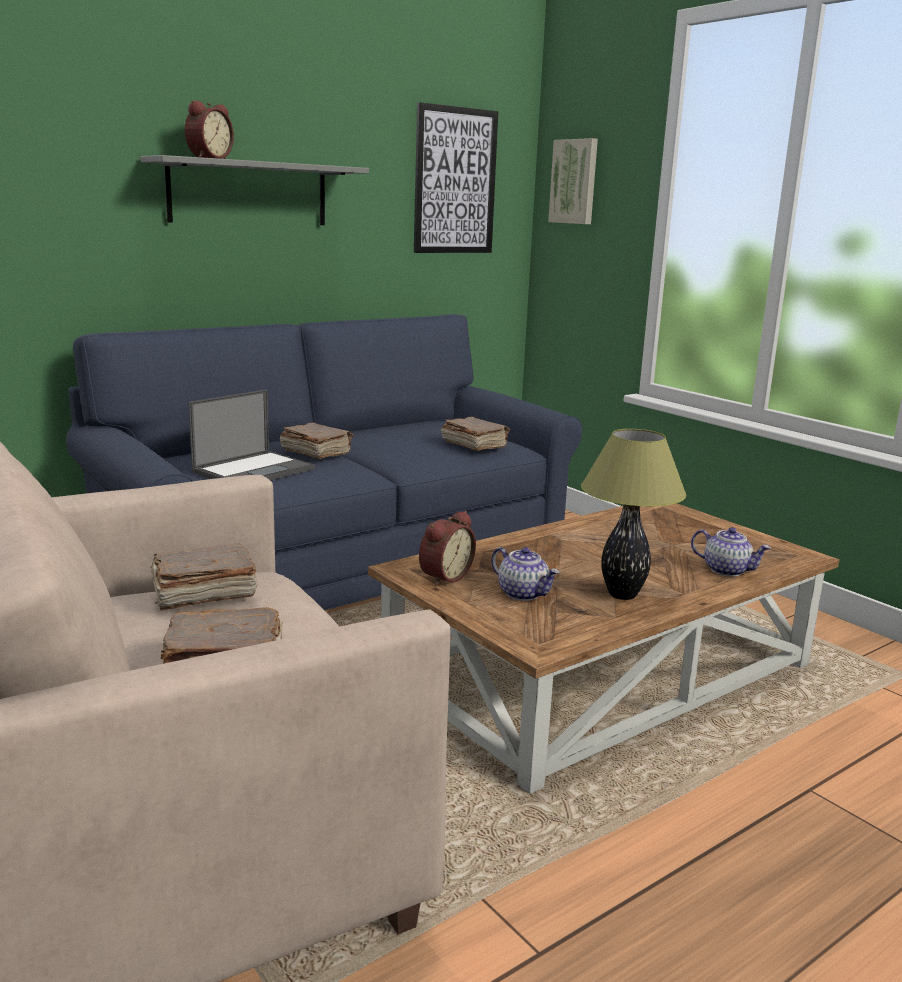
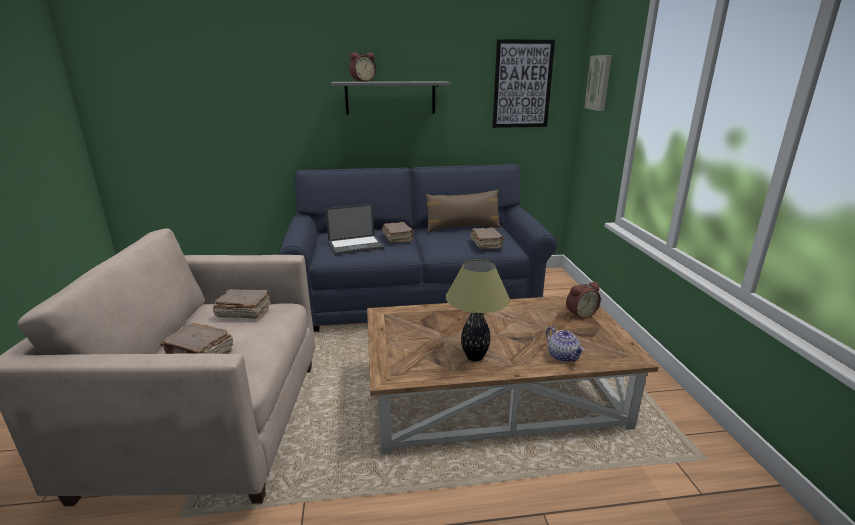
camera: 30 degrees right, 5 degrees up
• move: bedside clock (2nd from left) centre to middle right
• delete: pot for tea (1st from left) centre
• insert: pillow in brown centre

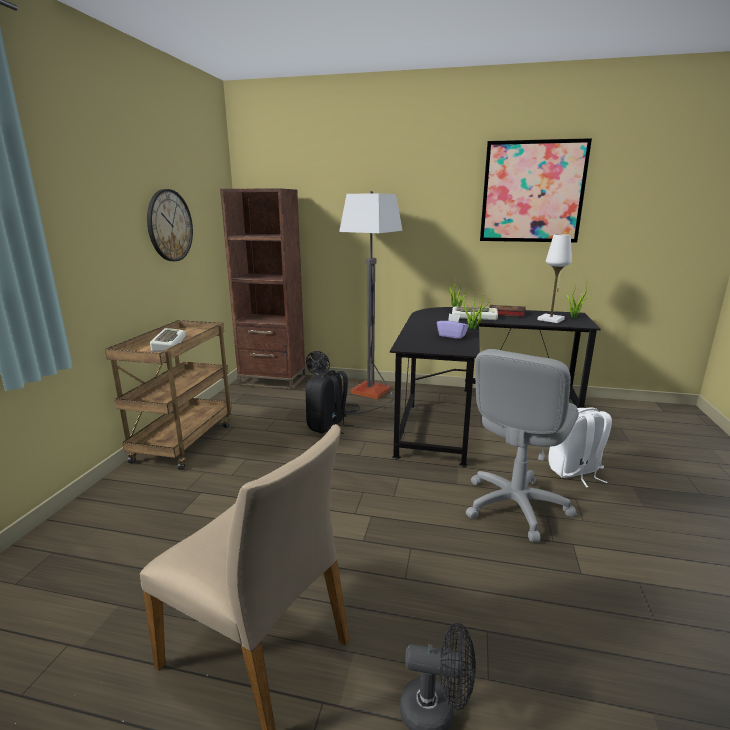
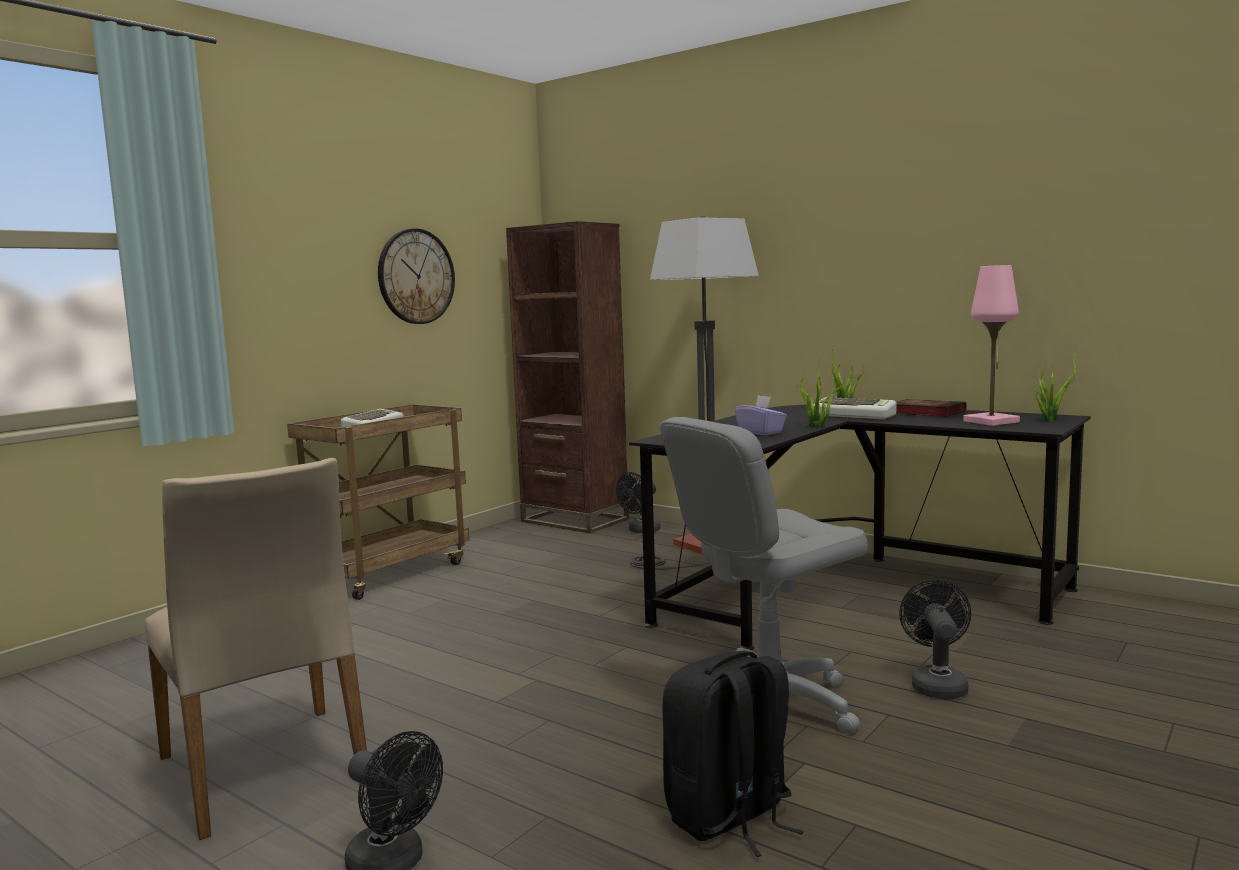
camera: 25 degrees right, 10 degrees down
• delete: wall picture top right
• recolor: tabletop lamp in white-coloured middle right to tabletop lamp in pinkish middle right
• move: backpack in blackish centre to bottom centre
• replace: backpack in white-coloured middle right to electric fan in blackish (3rd from left) bottom right

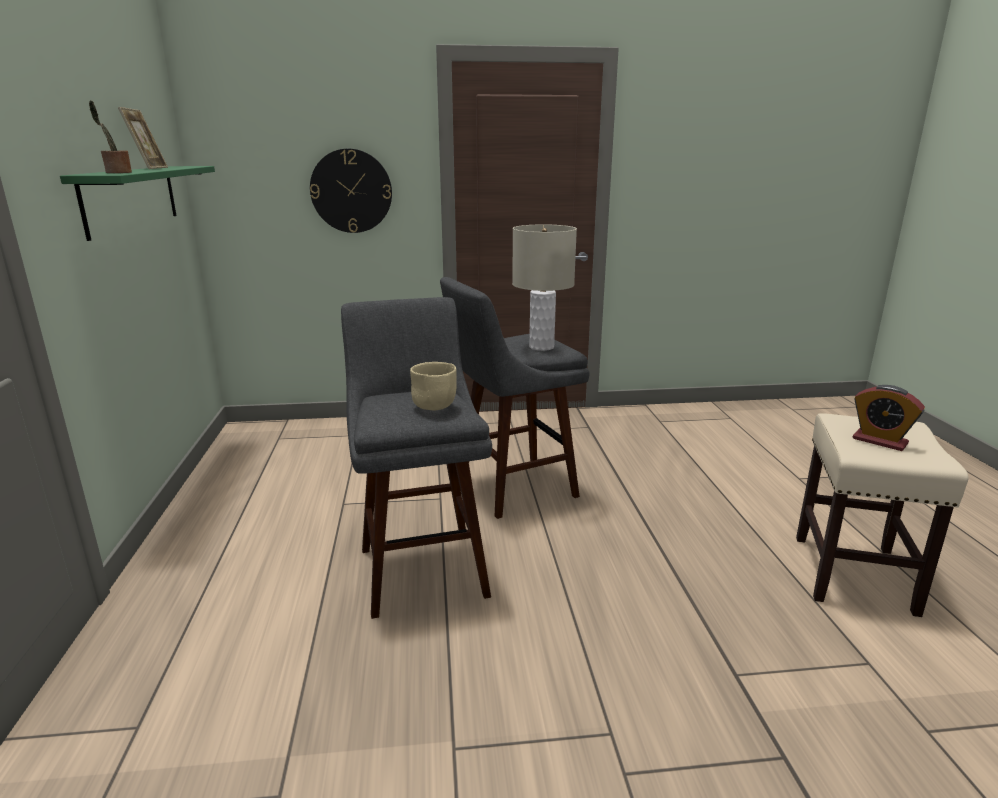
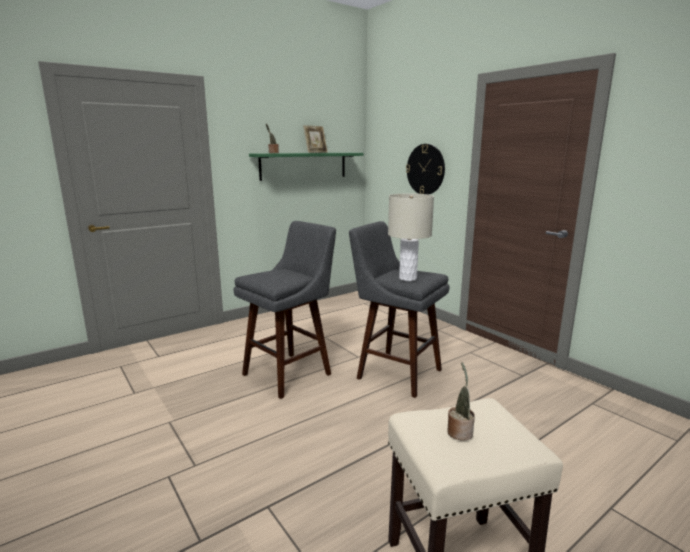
camera: 60 degrees right, 5 degrees down
• delete: deep dish in beige centre
• replace: bedside clock middle right to houseplant (2nd from left) bottom right

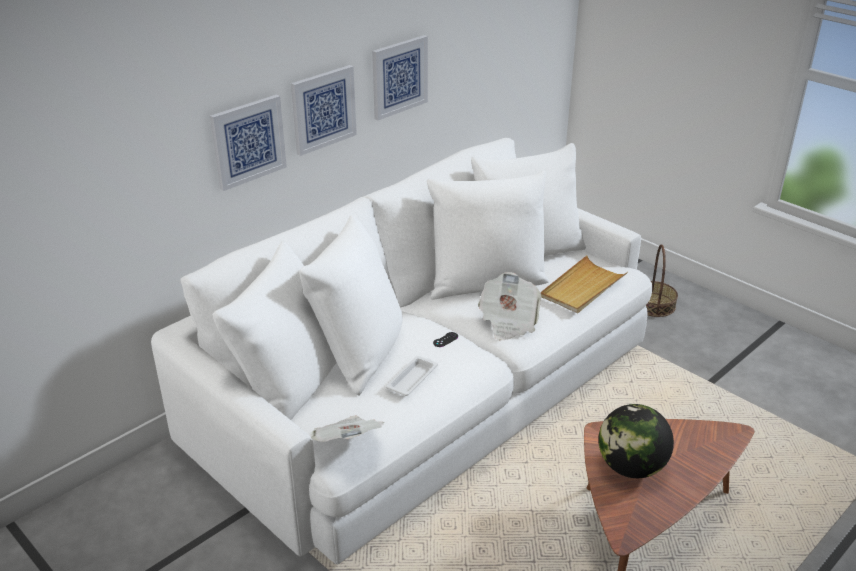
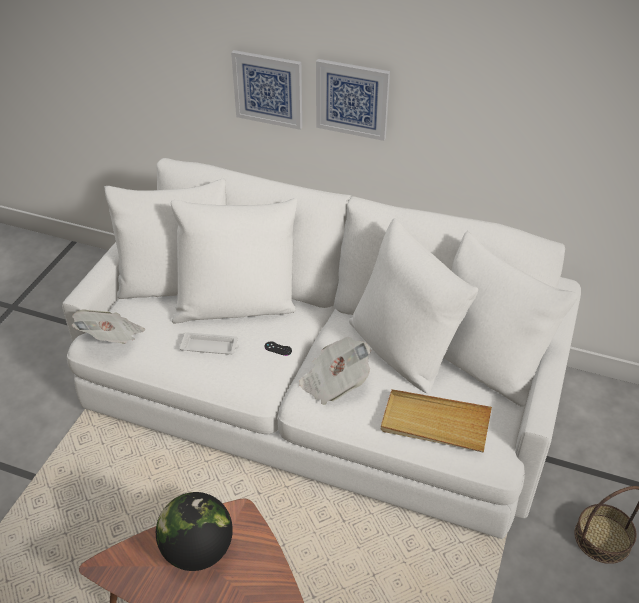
camera: 65 degrees right, 10 degrees up
• delete: wall picture (3rd from left) top centre

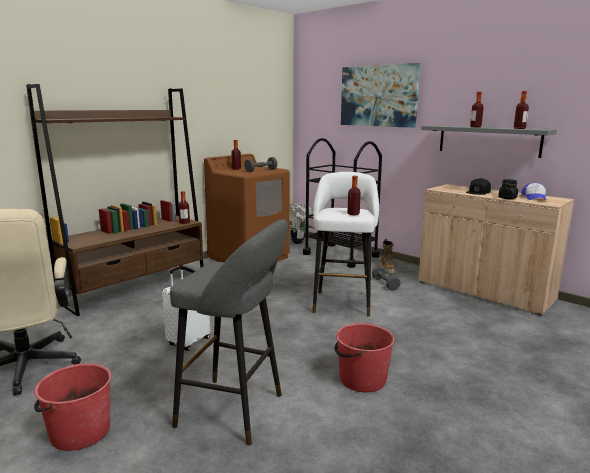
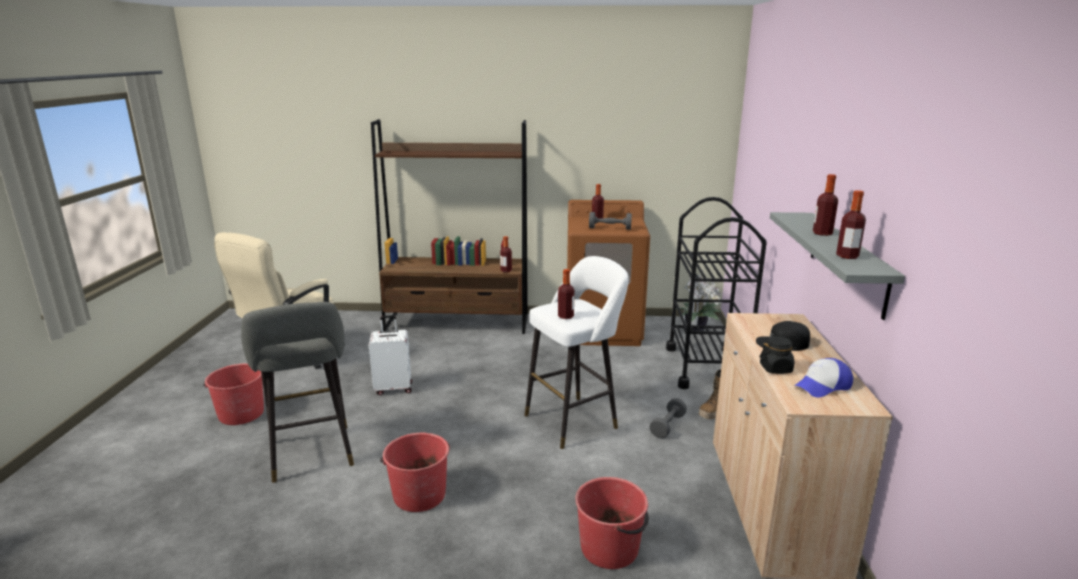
camera: 50 degrees right, 5 degrees up
• delete: wall picture top centre
• insert: pail in red-coloured (3rd from left) bottom centre

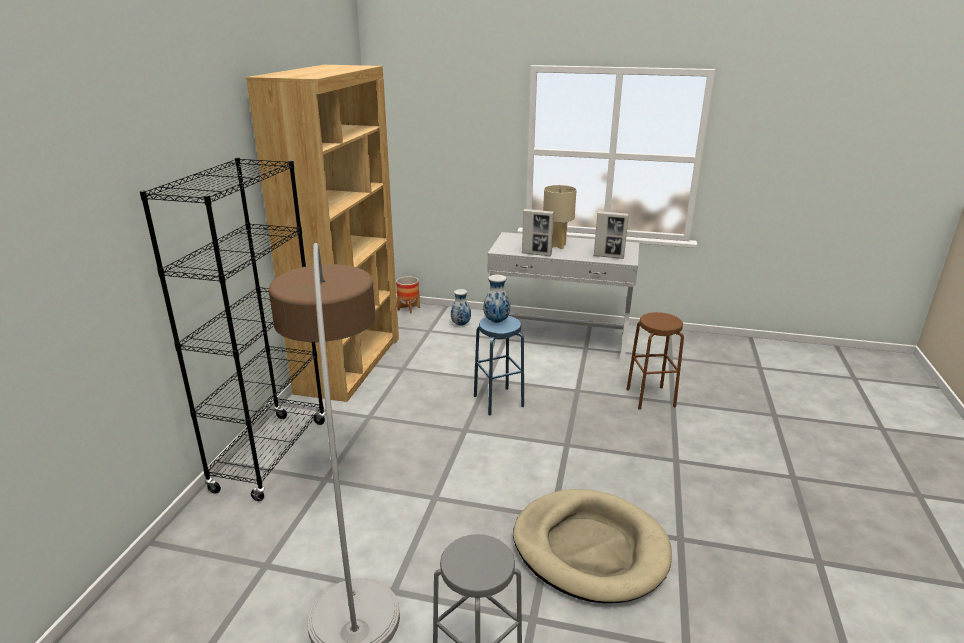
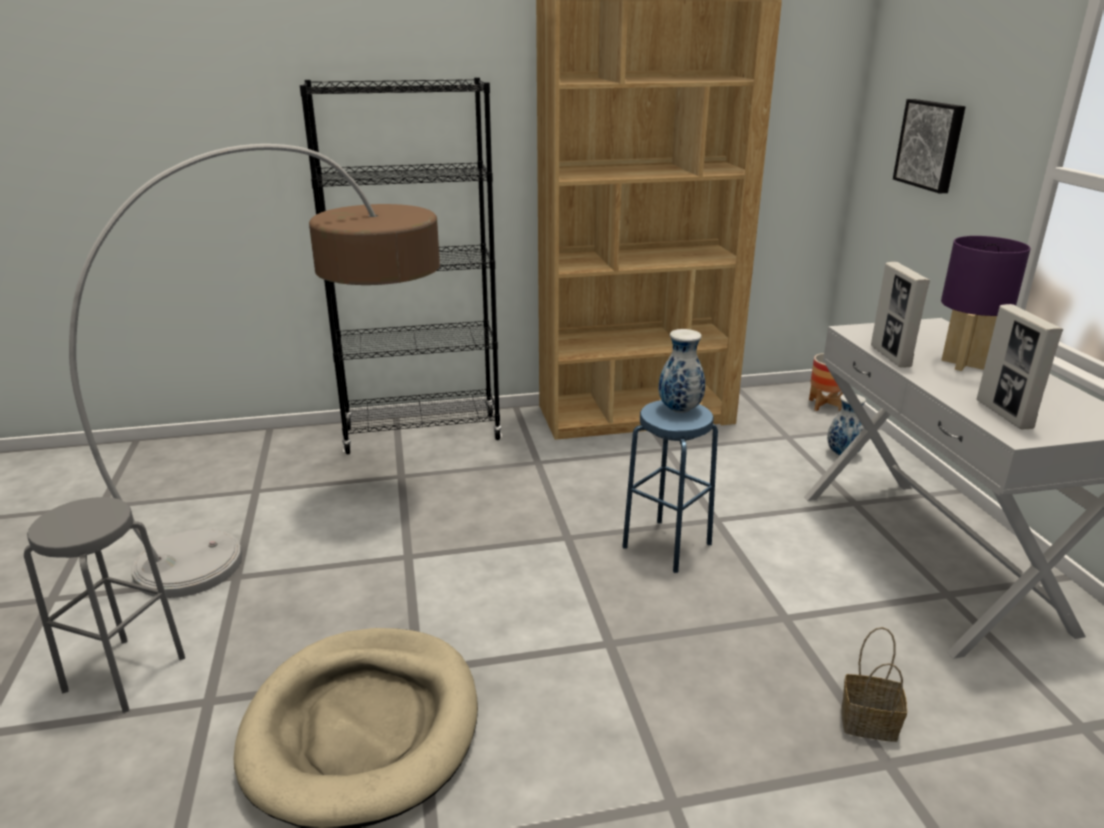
camera: 65 degrees right, 0 degrees up
• recolor: tabletop lamp in beige centre to tabletop lamp in purplish middle right
• replace: stool in brown middle right to storage basket bottom right
• insert: wall picture top right

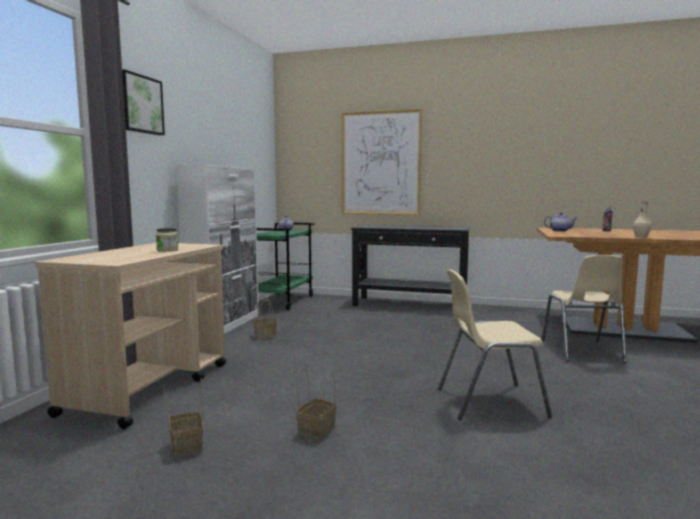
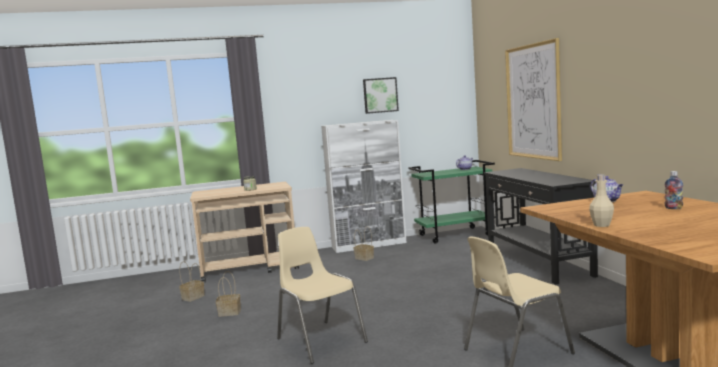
camera: 60 degrees right, 0 degrees up
• move: wall picture (1st from left) top left to top centre

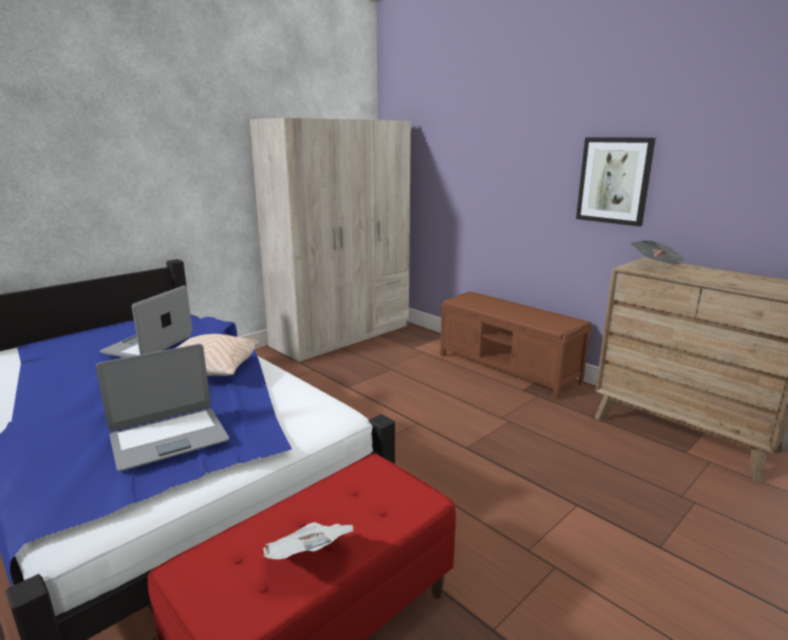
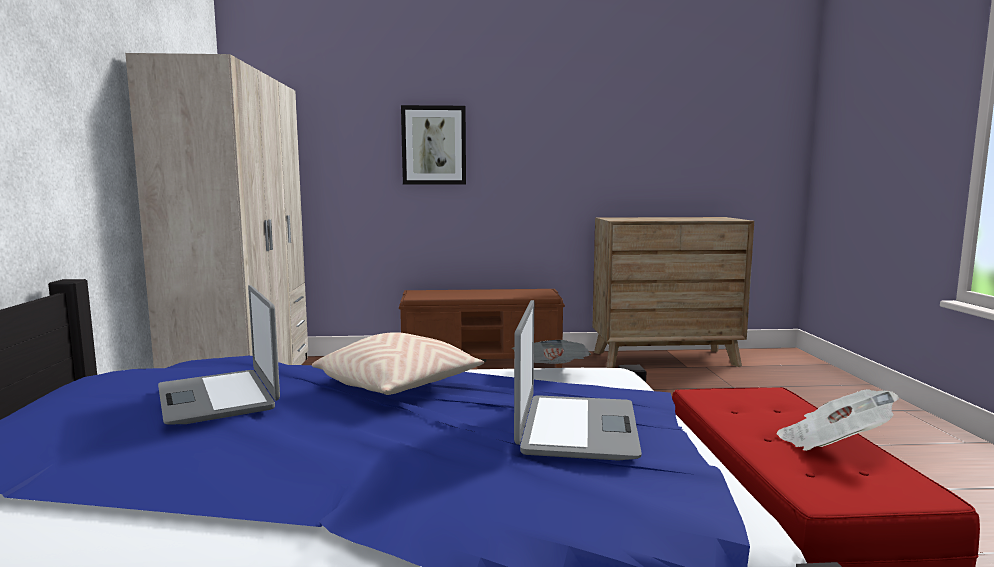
camera: 50 degrees left, 10 degrees down
• move: wall picture top right to top centre
• move: printed paper (2nd from left in the first image) middle right to printed paper (1st from left) centre

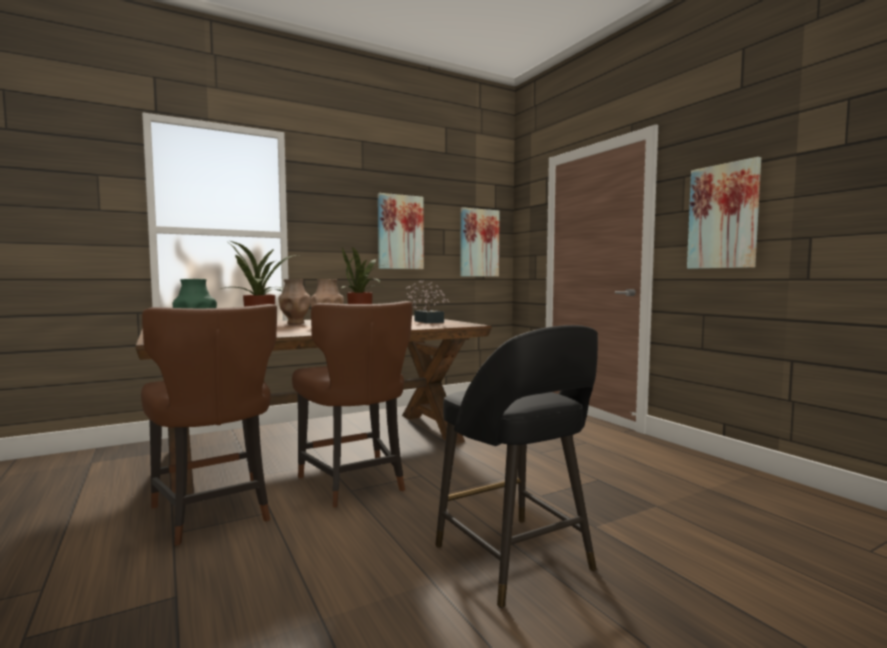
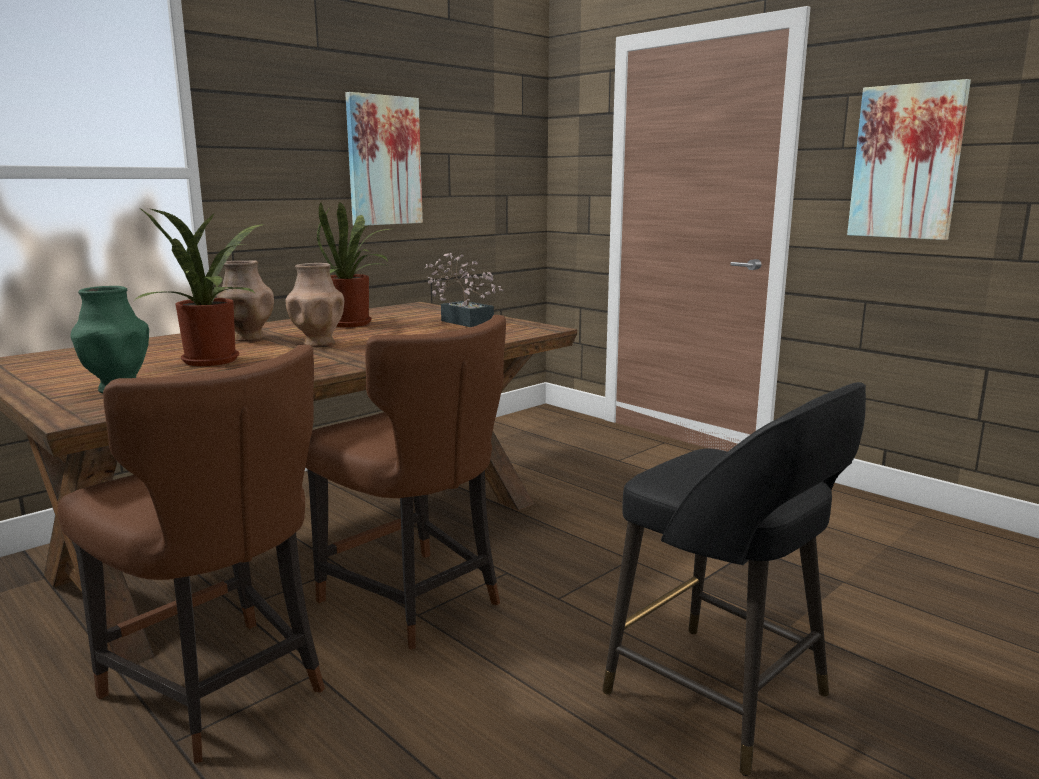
camera: 15 degrees left, 10 degrees up
• delete: wall picture (2nd from left) centre

